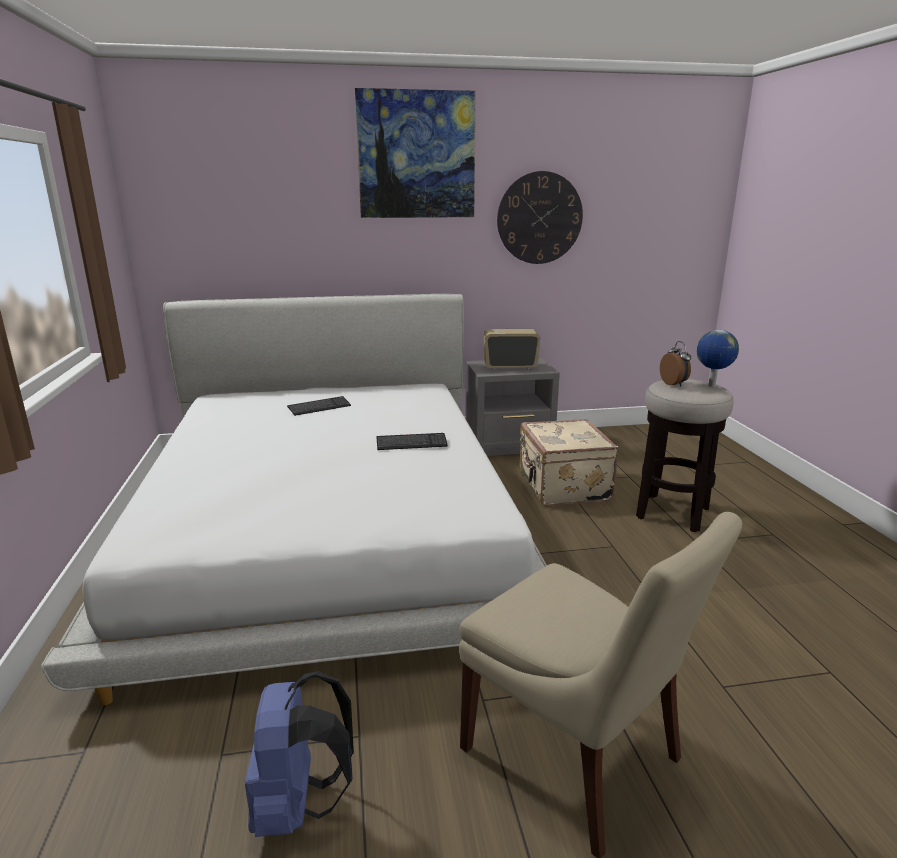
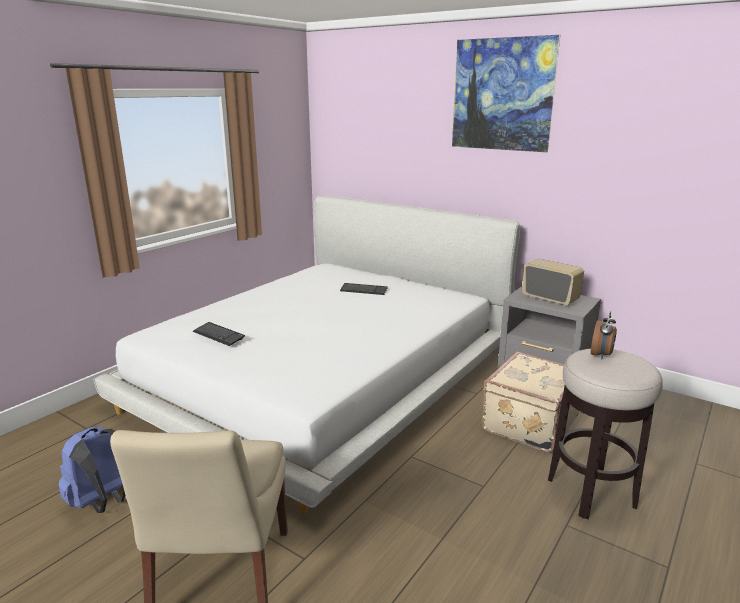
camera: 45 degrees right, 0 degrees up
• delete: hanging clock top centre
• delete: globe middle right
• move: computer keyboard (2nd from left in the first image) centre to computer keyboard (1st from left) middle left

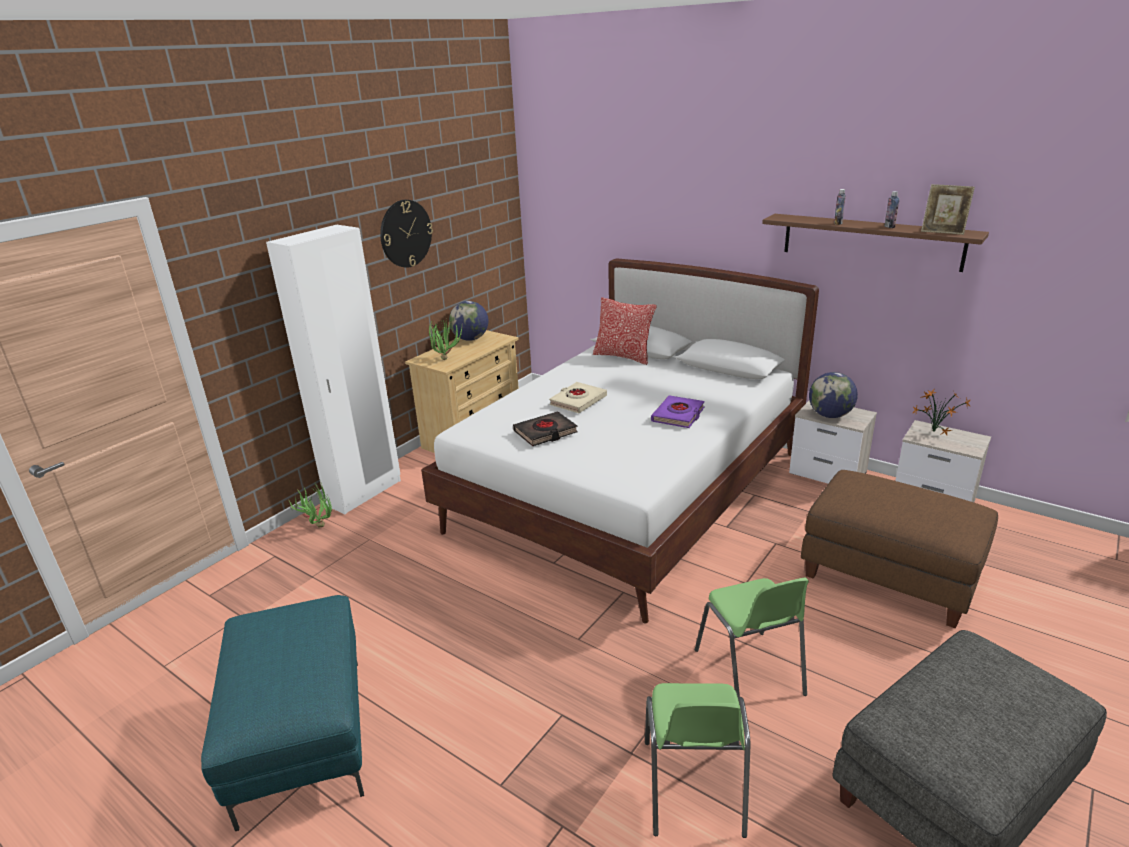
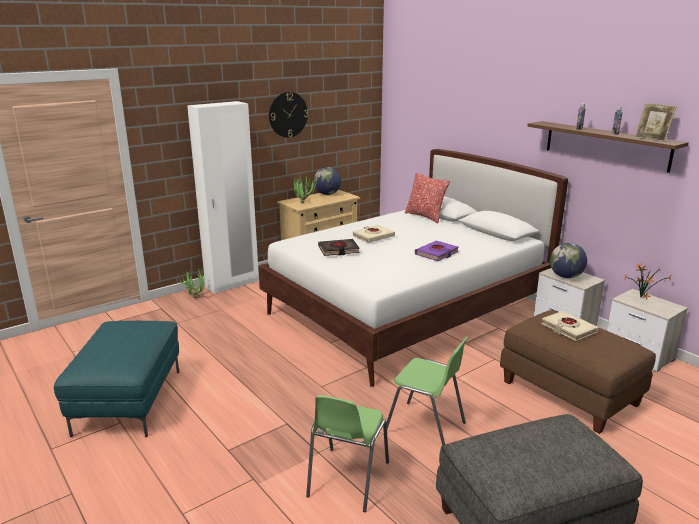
camera: 15 degrees right, 5 degrees down
• rotate: plain chair in greenish (2nd from left) bottom centre = bottom centre 60 degrees counterclockwise
• insert: volume in beige (2nd from left) middle right

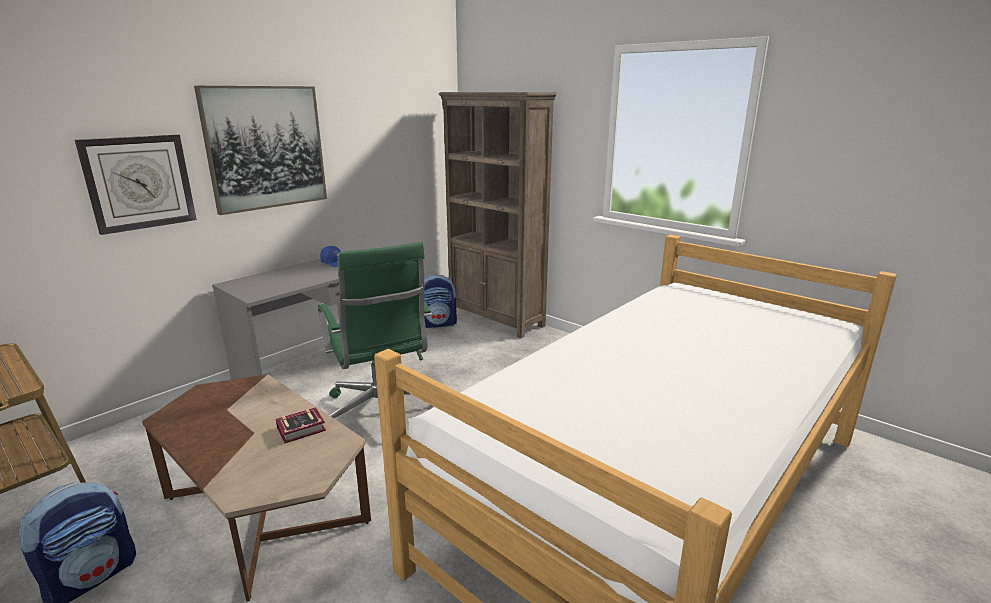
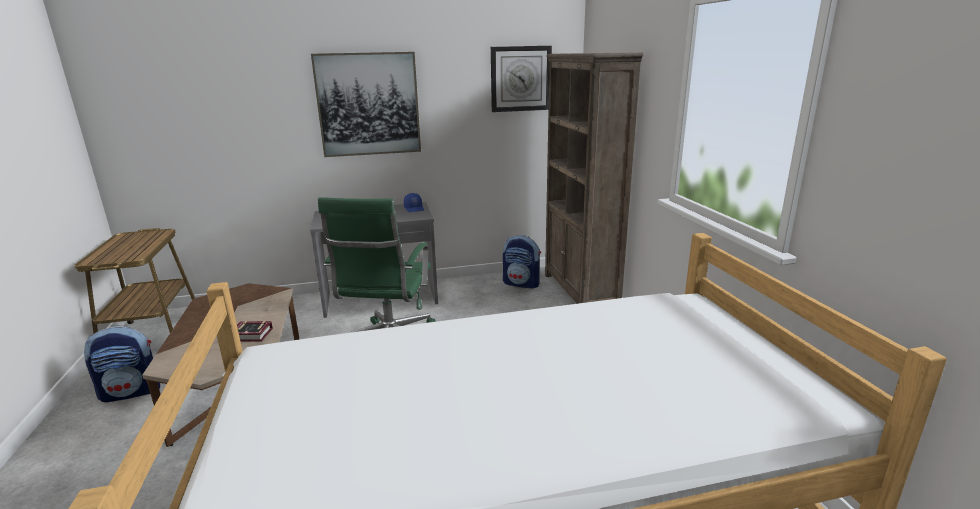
camera: 35 degrees right, 0 degrees up
• move: hanging clock top left to top centre

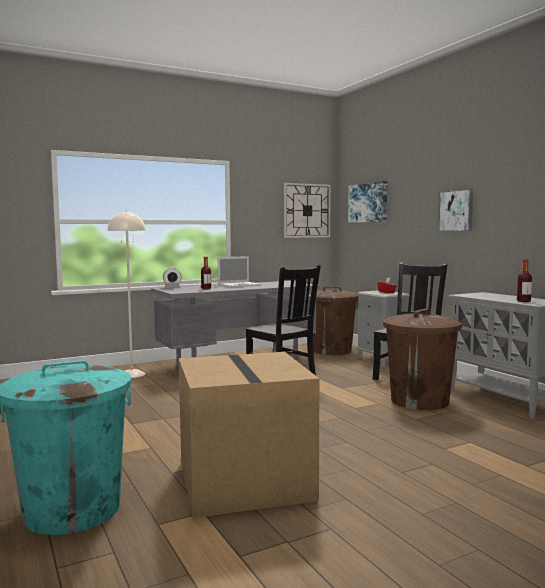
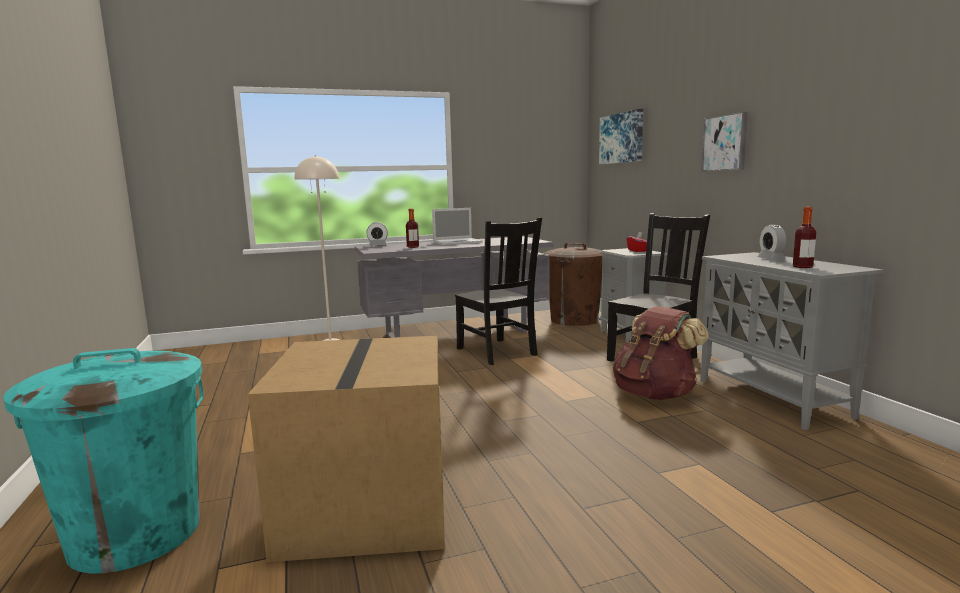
camera: 10 degrees right, 5 degrees up
• delete: hanging clock centre
• replace: rubbish bin in brown (2nd from left) middle right to backpack in brown middle right
• insert: bedside clock (2nd from left) middle right

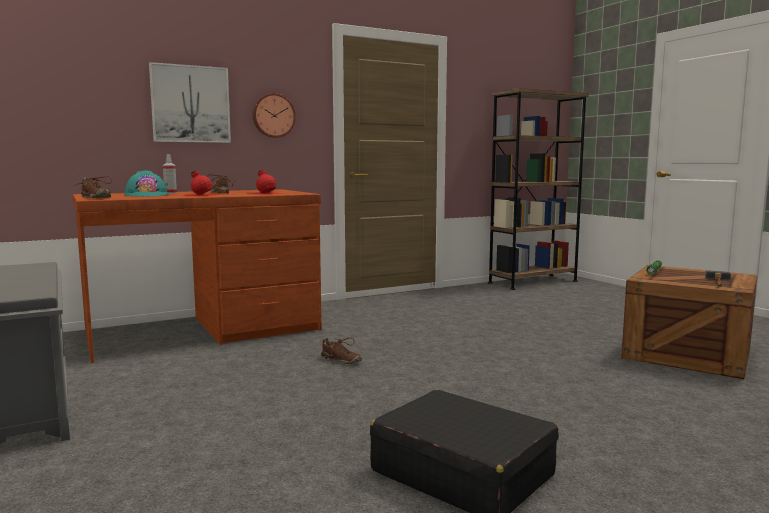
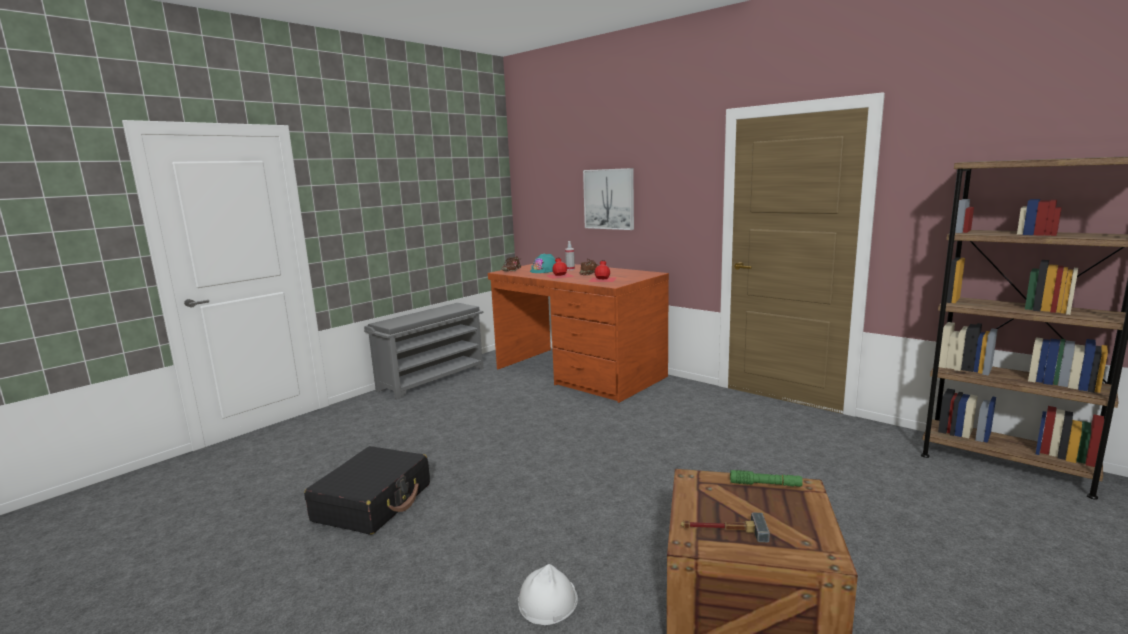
camera: 70 degrees right, 5 degrees up
• delete: hanging clock top centre
• delete: low shoe in brown (3rd from left) bottom centre
• insert: safety helmet in white-coloured bottom centre

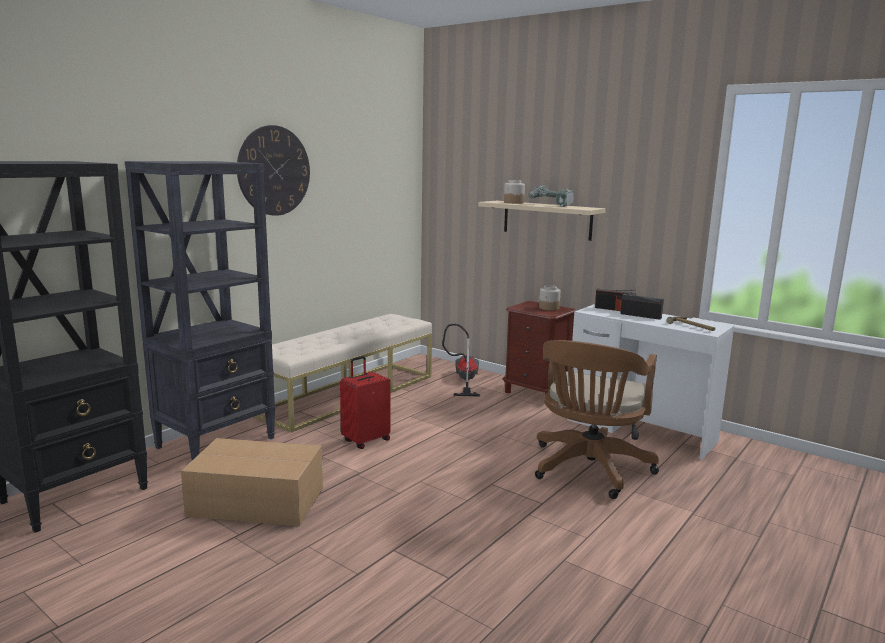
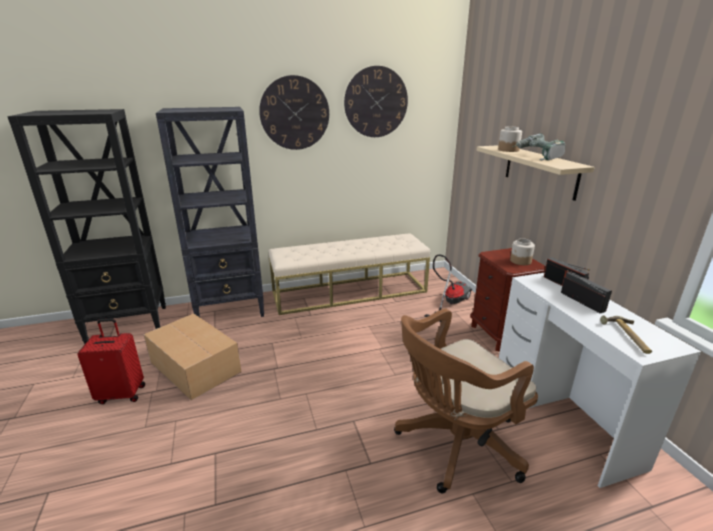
camera: 35 degrees right, 10 degrees up
• move: travel case in red-coloured centre to bottom left
• insert: hanging clock (2nd from left) top centre

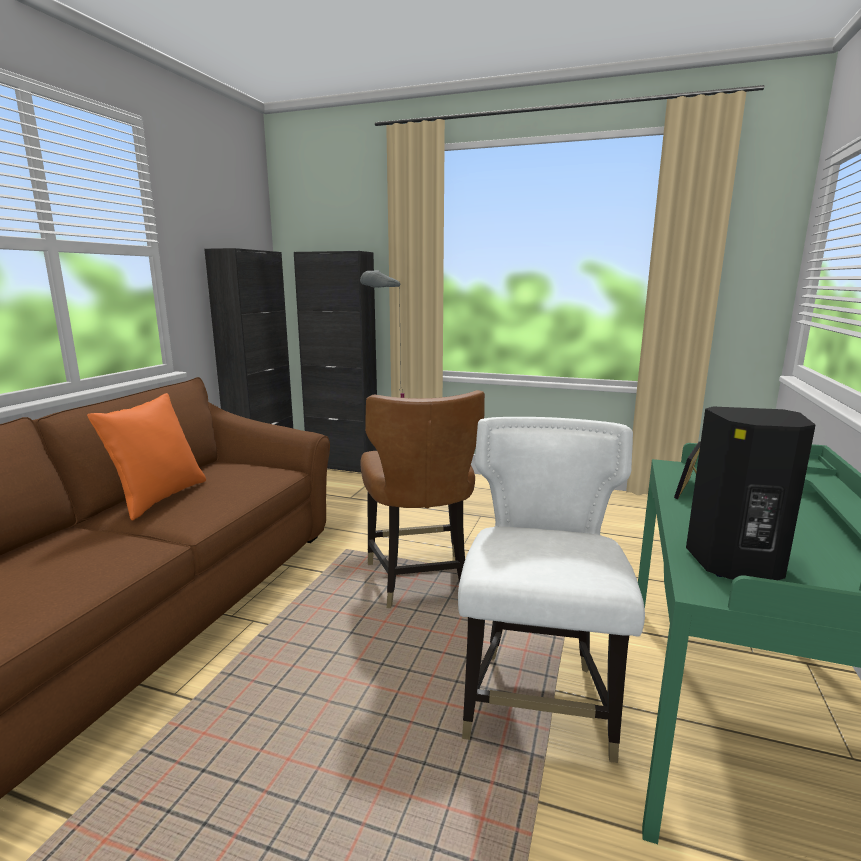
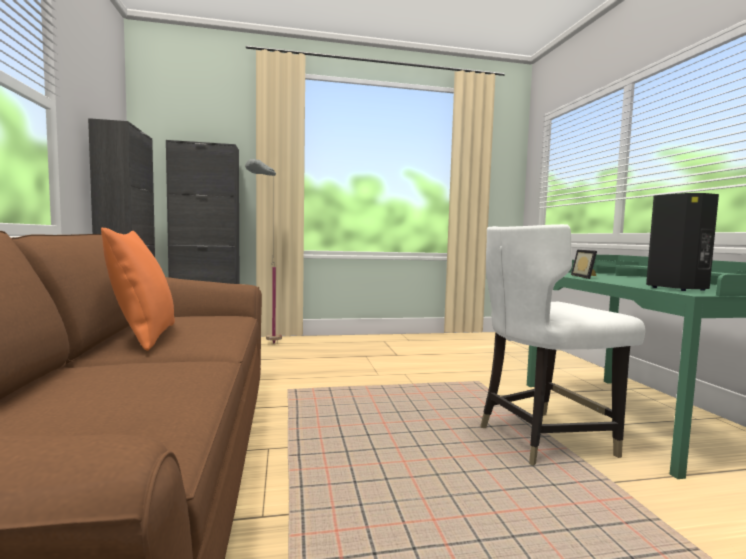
camera: 30 degrees left, 10 degrees down
• delete: plain chair in brown centre
• rotate: plain chair in white-coloured bottom centre = middle right 90 degrees counterclockwise

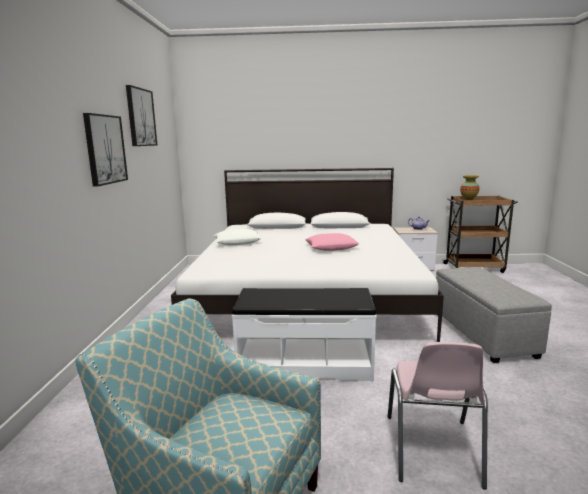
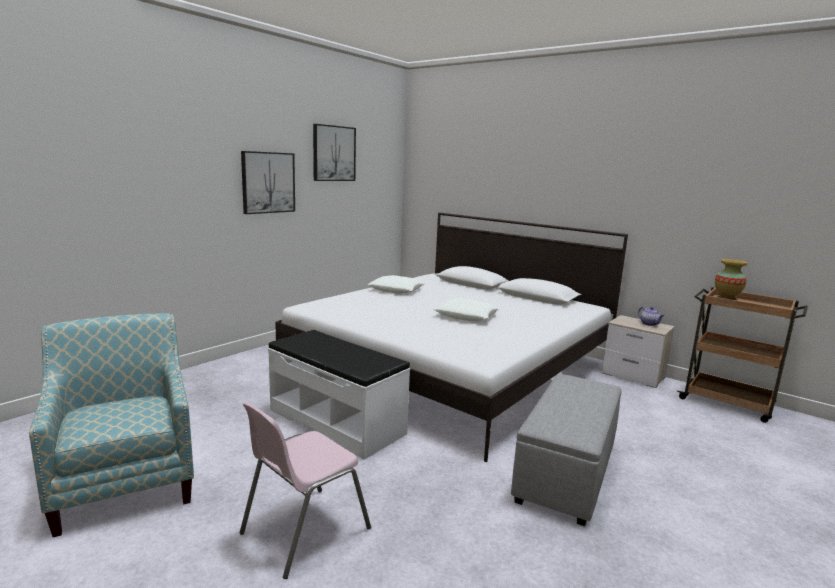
camera: 35 degrees right, 0 degrees up
• recolor: pillow in pinkish centre to pillow in white-coloured (2nd from left) centre

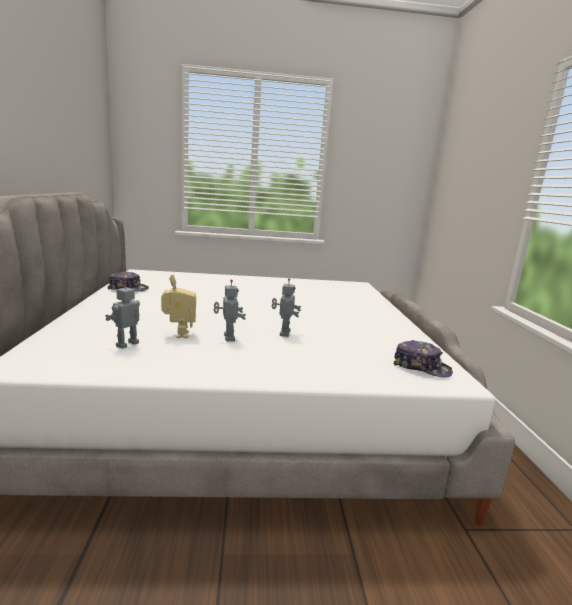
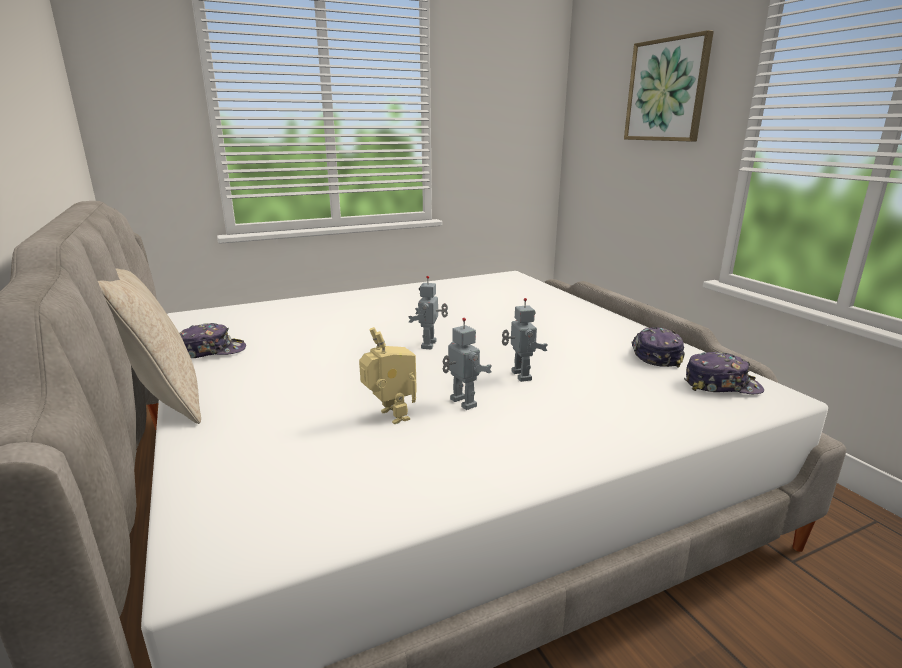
camera: 20 degrees left, 5 degrees up
• move: toy robot (1st from left in the first image) middle left to toy robot (2nd from left) centre
• insert: wall picture top right
• insert: pillow in beige middle left
• insert: baseball cap (2nd from left) middle right

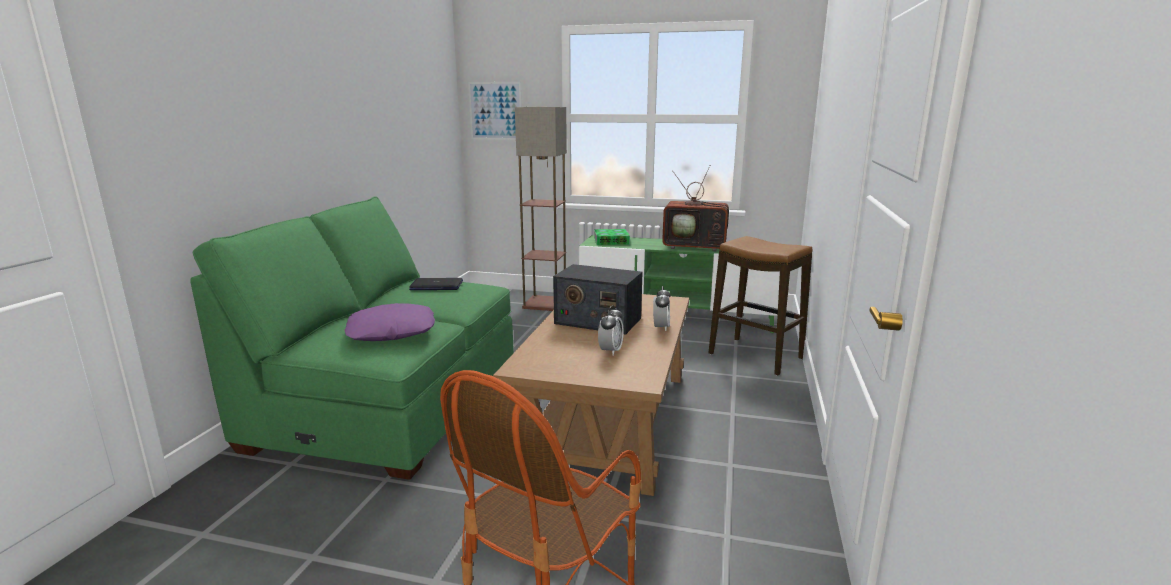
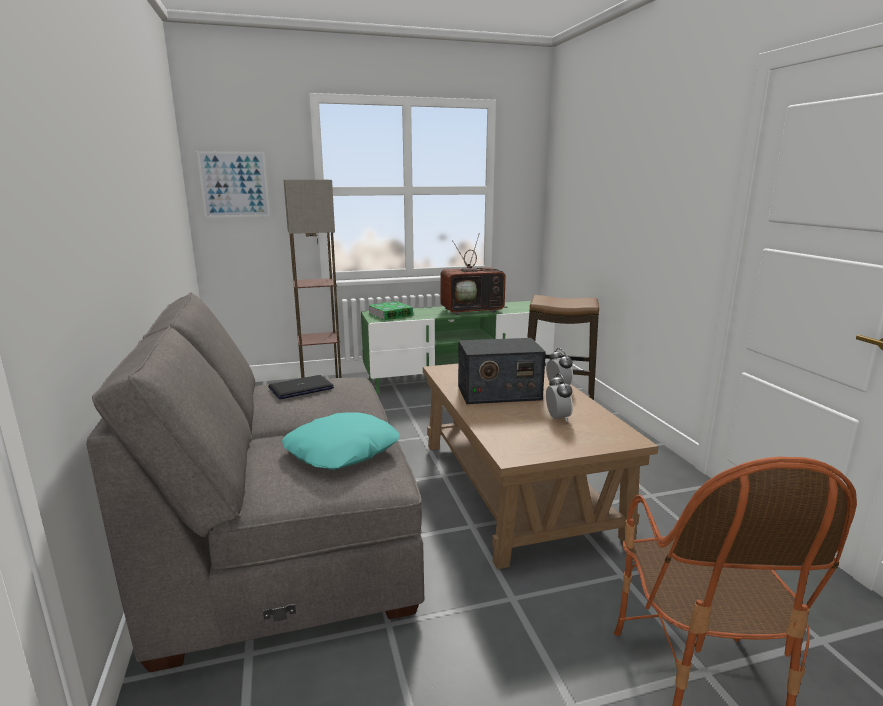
camera: 30 degrees left, 0 degrees up
• recolor: settee in greenish middle left to settee in greyish bottom left
• recolor: pillow in purplish middle left to pillow in turquoise centre

